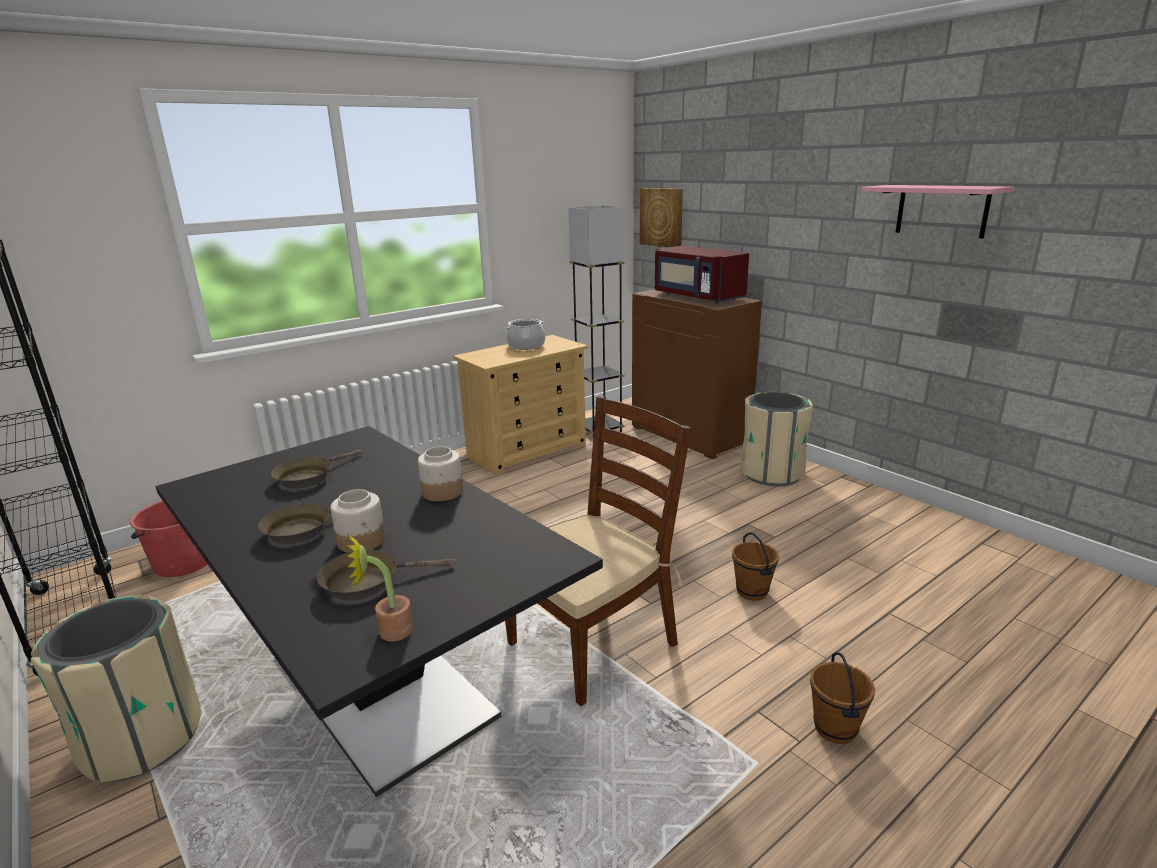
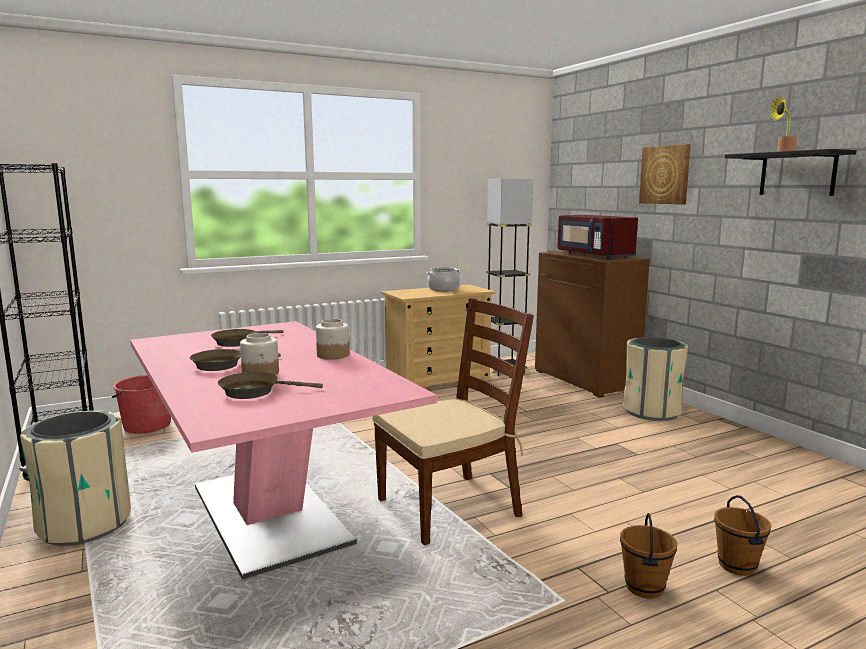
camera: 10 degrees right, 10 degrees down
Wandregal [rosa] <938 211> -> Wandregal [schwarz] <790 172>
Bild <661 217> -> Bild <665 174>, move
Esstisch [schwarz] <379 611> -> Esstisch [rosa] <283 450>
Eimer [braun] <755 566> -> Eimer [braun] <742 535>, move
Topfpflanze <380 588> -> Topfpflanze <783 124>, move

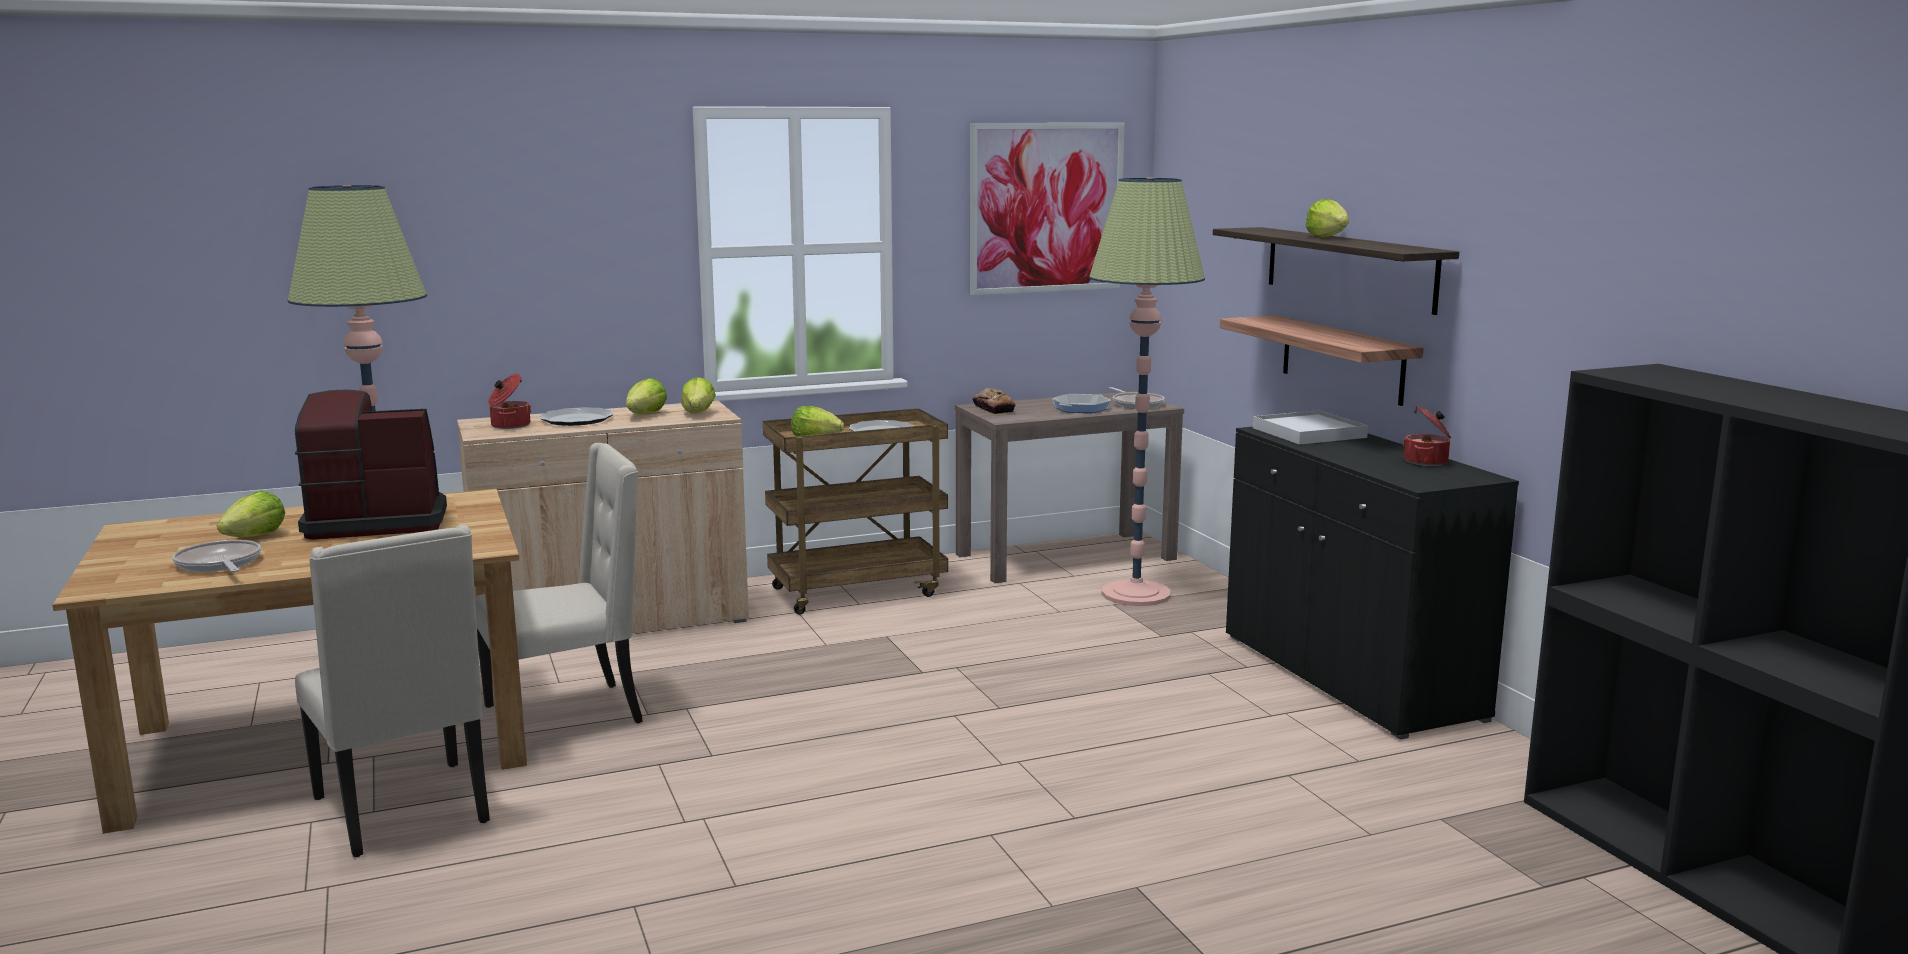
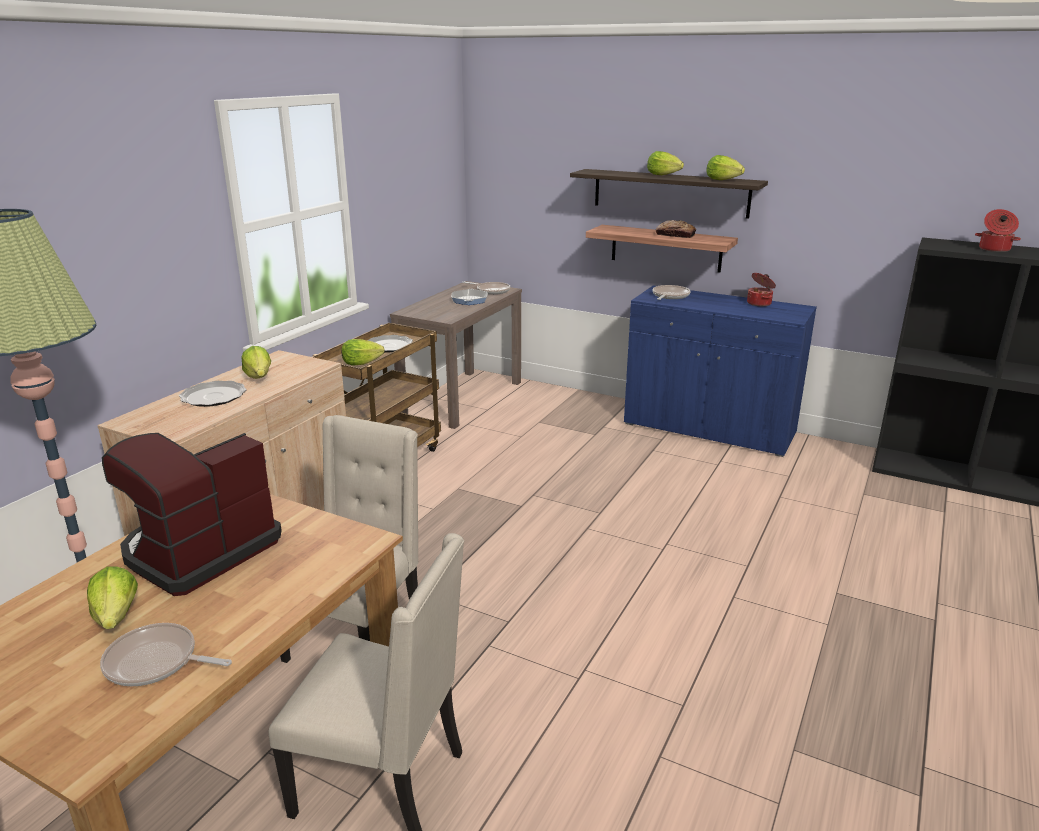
camera: 40 degrees left, 10 degrees up
Bild <1047 209> -> none
Stehlampe <1147 391> -> none
Kochtopf <509 401> -> Kochtopf <998 230>, move
Salatkopf <698 395> -> Salatkopf <725 167>, move
Brot <994 401> -> Brot <676 229>, move
Tablett [weiß] <1310 427> -> Pfanne <671 292>
Schrank [schwarz] <1372 583> -> Schrank [blau] <720 371>

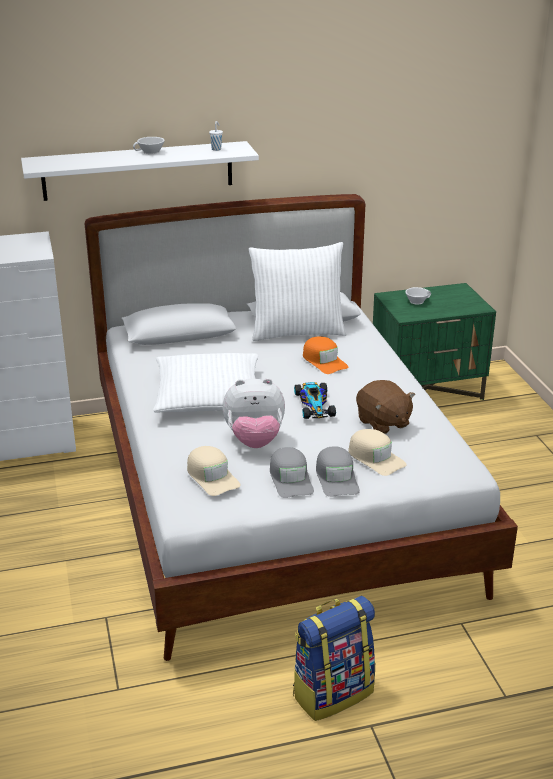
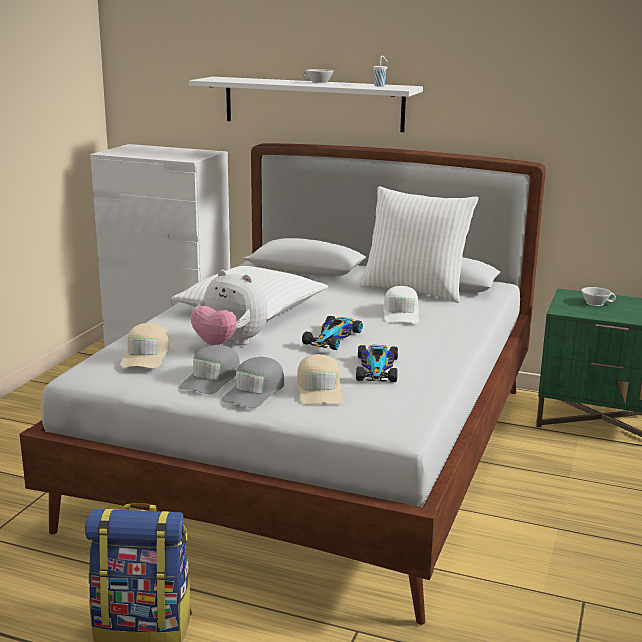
camera: 35 degrees right, 10 degrees down
Kappe [orange] <326 355> -> Kappe [weiß] <401 304>
Plüschtier [braun] <385 407> -> Spielzeugauto <377 363>

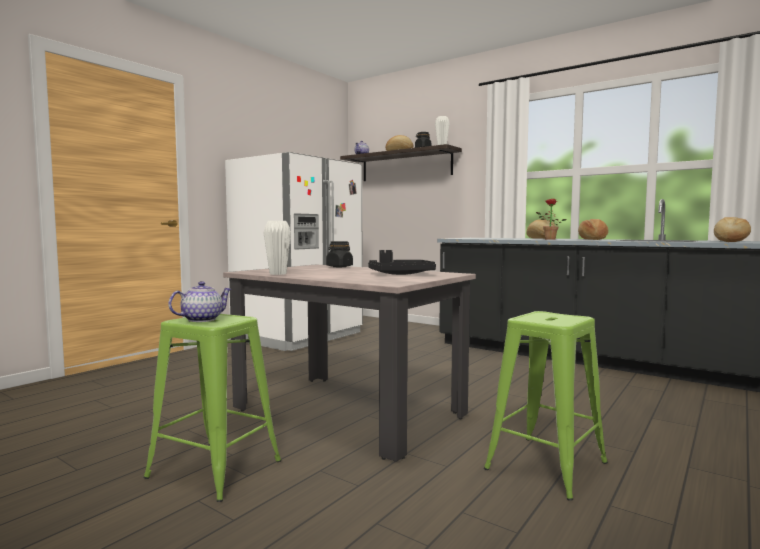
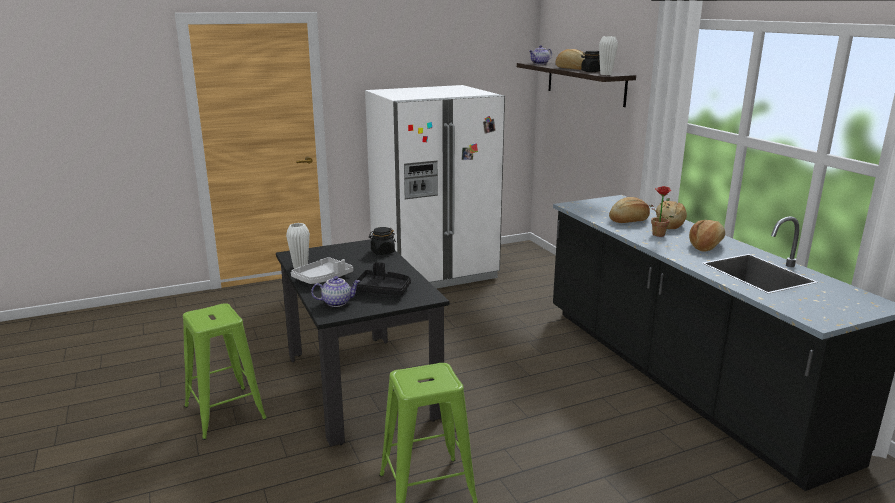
camera: 30 degrees right, 15 degrees up
Brot <732 229> -> Brot <629 210>, move
Esstisch [beige] <349 363> -> Esstisch [schwarz] <362 343>
Teekanne <199 301> -> Teekanne <335 291>, move
none -> Tablett [grau] <322 270>

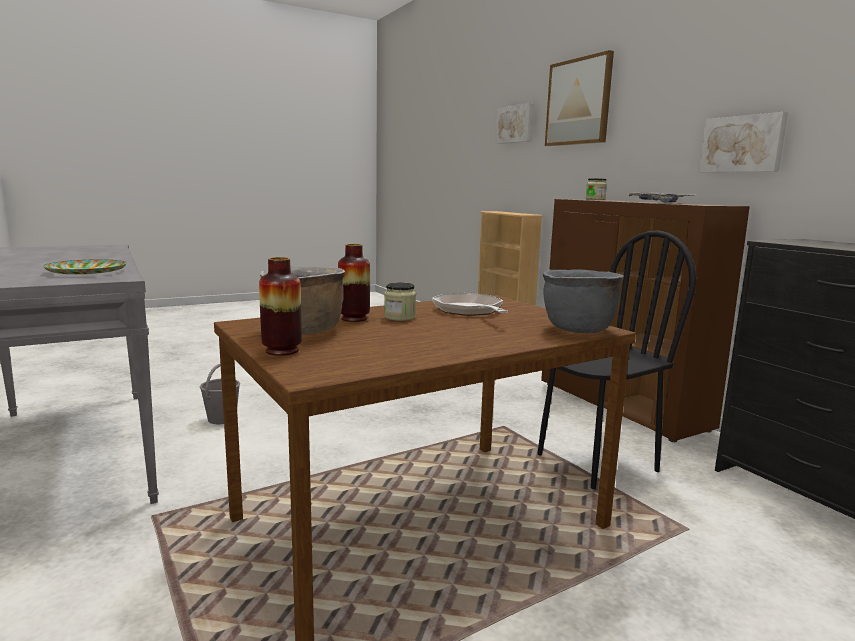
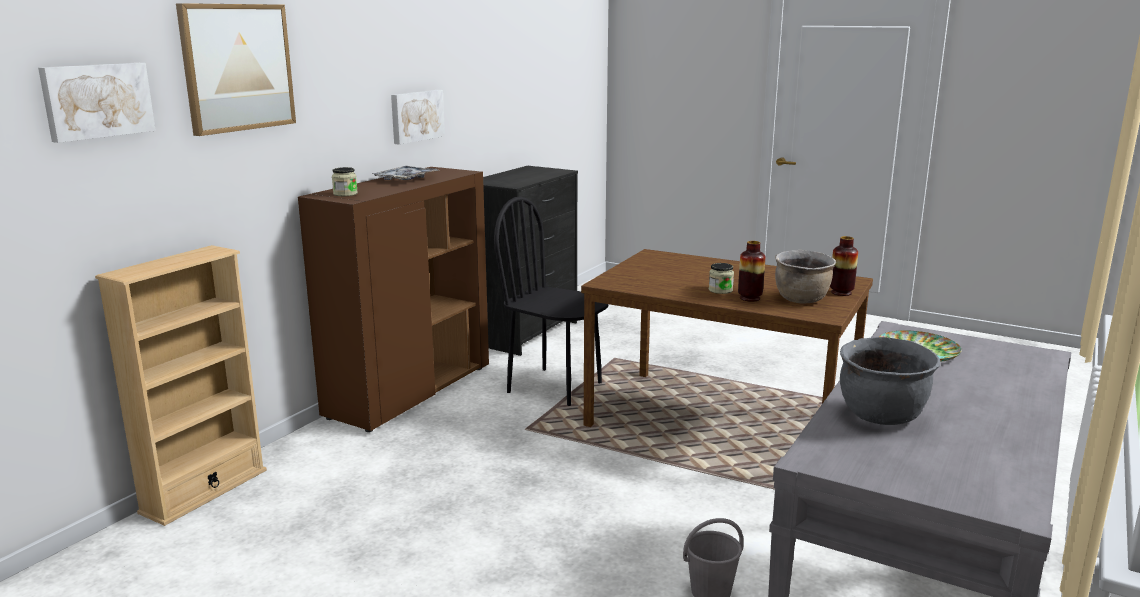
camera: 120 degrees left, 5 degrees up
Kochtopf [grau] <583 301> -> Kochtopf [grau] <890 381>, move
Pfanne <470 304> -> none

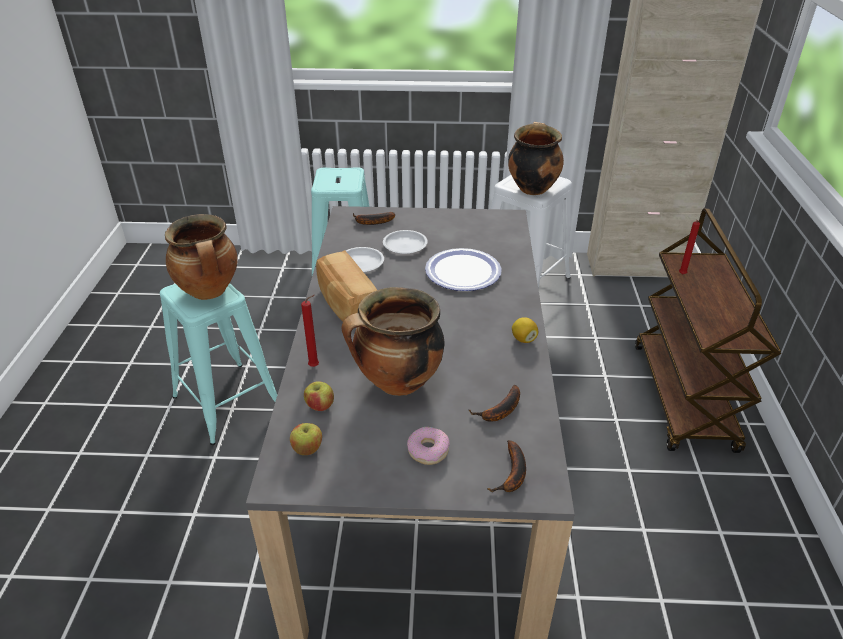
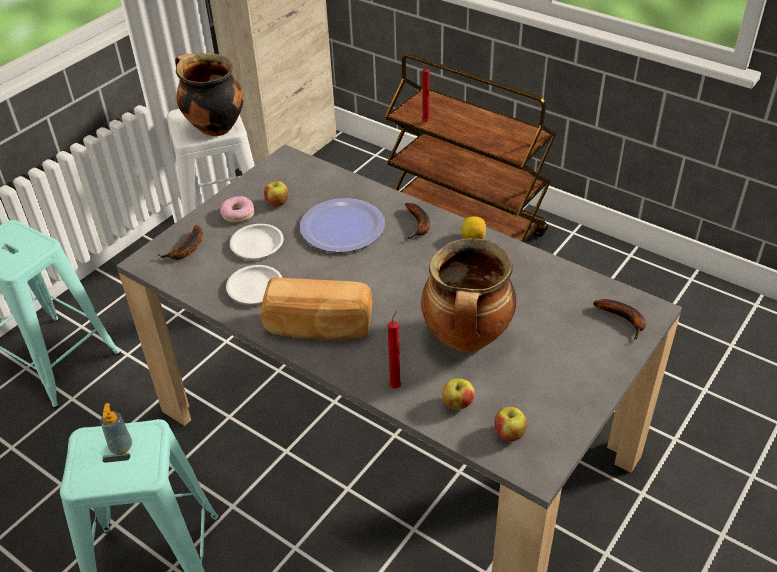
camera: 55 degrees left, 5 degrees up
Kochtopf <201 257> -> Seifenspender <116 429>
Banane <494 403> -> Banane <417 221>, move
Donut <428 446> -> Donut <237 209>, move
none -> Apfel <276 194>

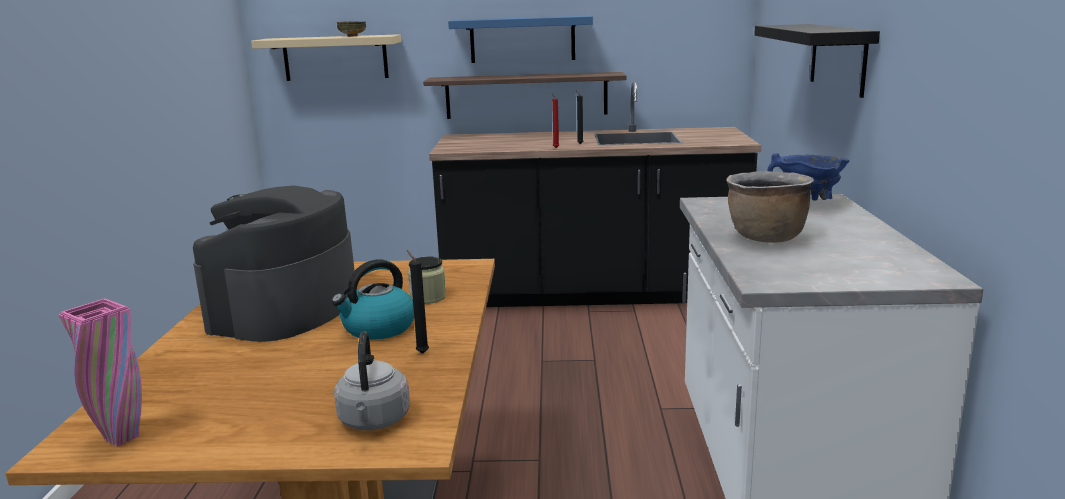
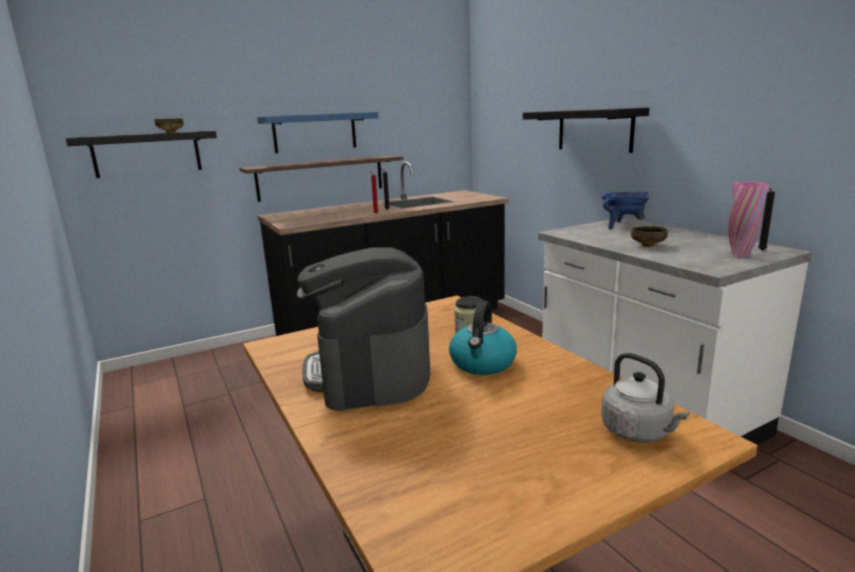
camera: 30 degrees left, 0 degrees up
Wandregal [beige] <326 57> -> Wandregal [schwarz] <141 154>
Kochtopf [braun] <770 207> -> Schüssel <649 236>
Kerze [schwarz] <418 301> -> Kerze [schwarz] <766 219>, move
Vase [rosa] <100 372> -> Vase [rosa] <748 219>, move

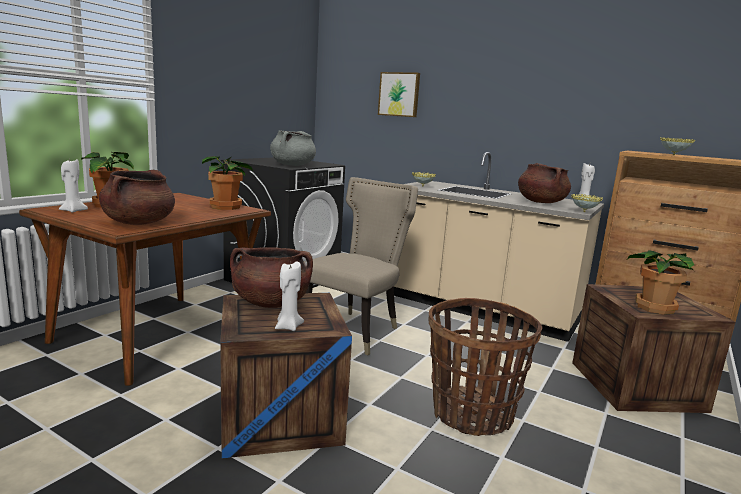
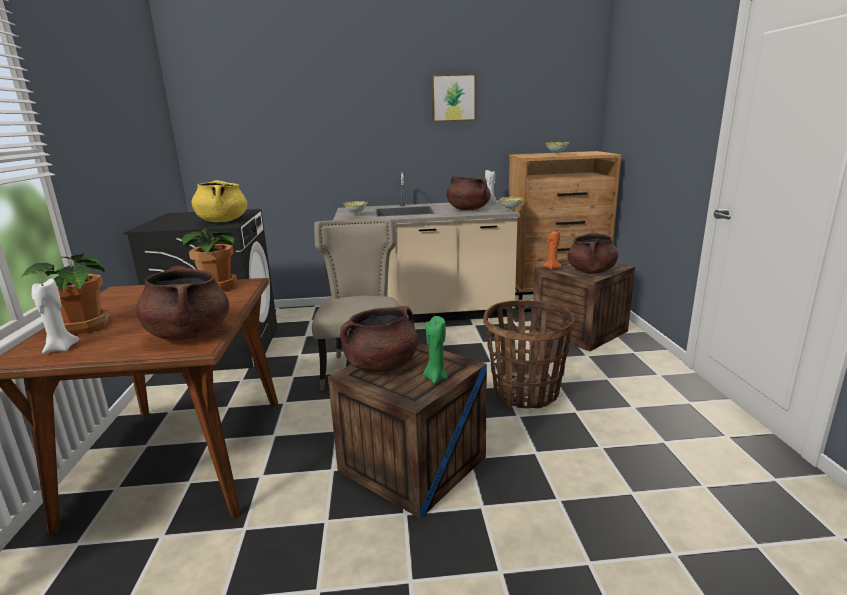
camera: 35 degrees left, 5 degrees up
Bild <399 94> -> Bild <453 97>, move
Kochtopf [grau] <293 148> -> Kochtopf [gelb] <220 201>
Topfpflanze <661 282> -> Kochtopf [braun] <592 253>
Kerze [weiß] <289 296> -> Kerze [grün] <435 349>
none -> Kerze [orange] <552 250>

